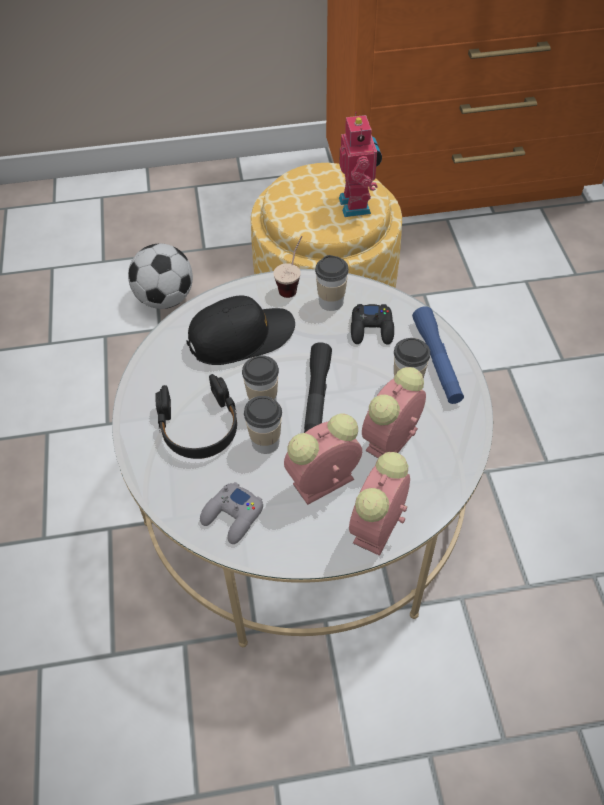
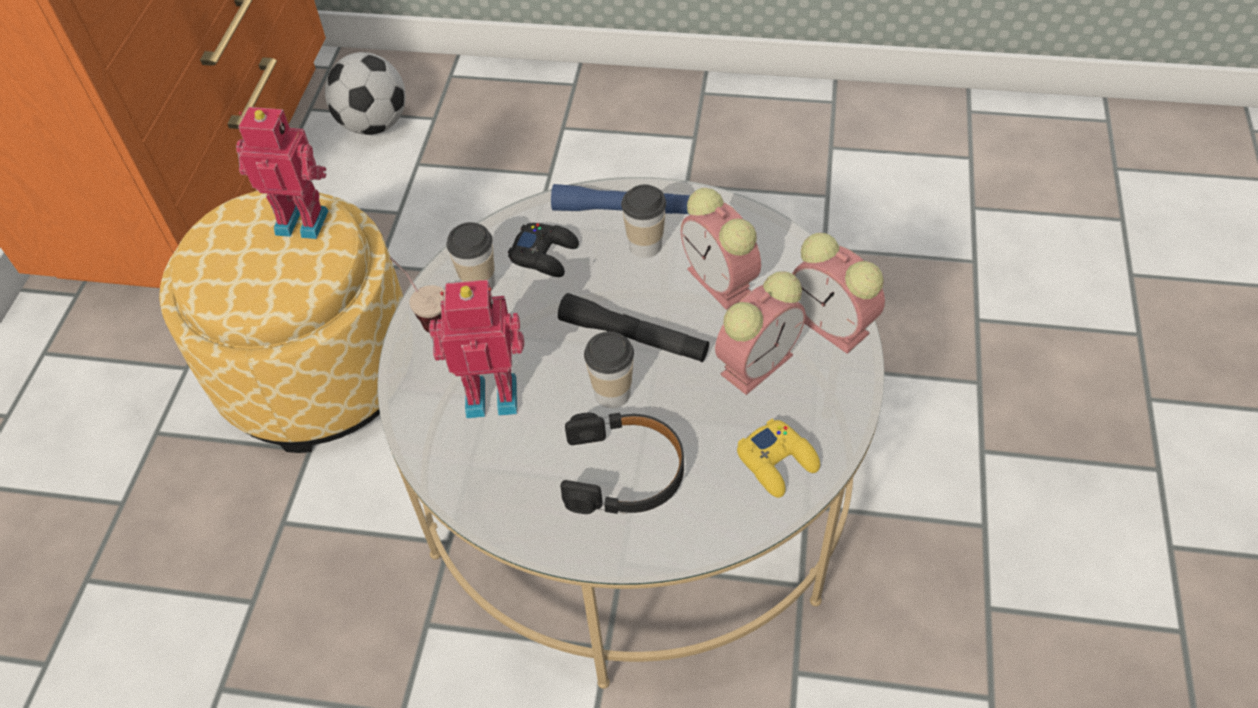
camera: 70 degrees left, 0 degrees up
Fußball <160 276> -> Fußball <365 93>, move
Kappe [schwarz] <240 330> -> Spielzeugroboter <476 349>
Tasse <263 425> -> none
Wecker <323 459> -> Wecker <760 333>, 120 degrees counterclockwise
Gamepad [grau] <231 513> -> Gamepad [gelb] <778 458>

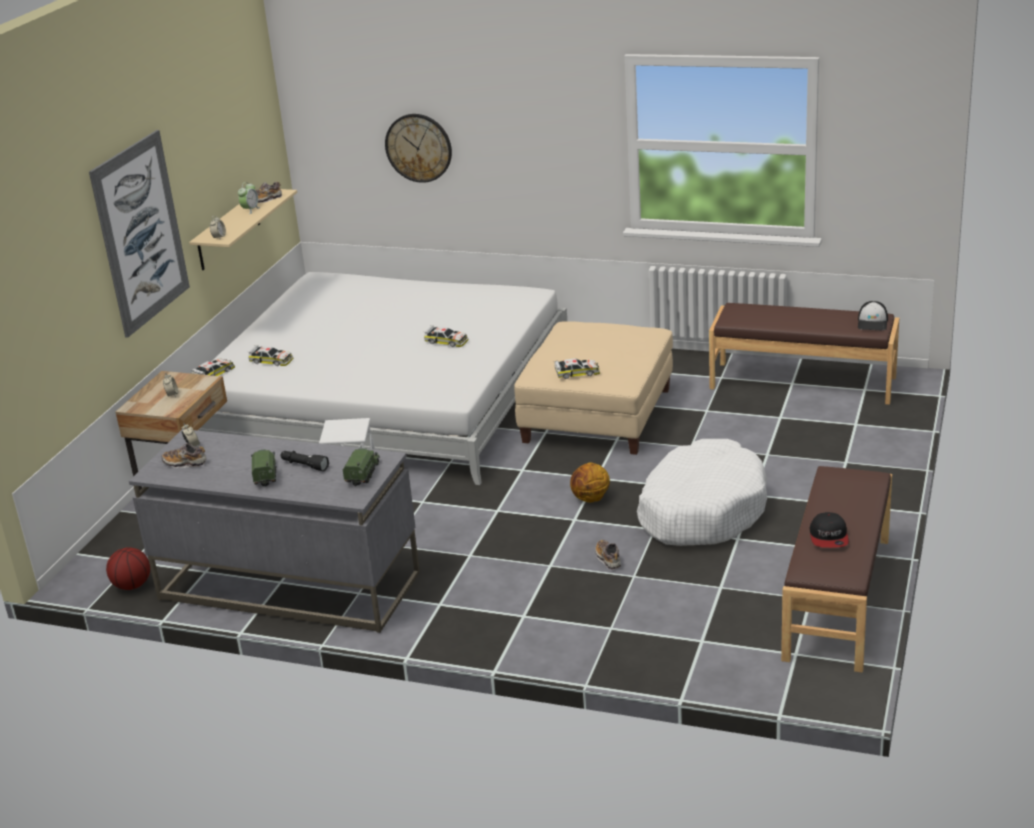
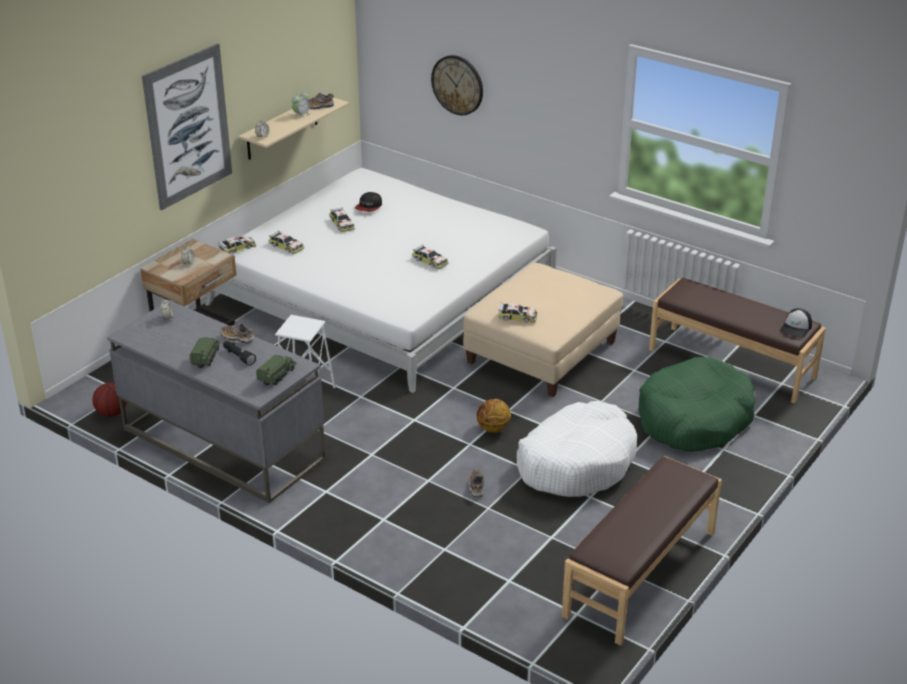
camera: 15 degrees right, 5 degrees up
Schuh <184 455> -> Schuh <237 333>, move
Kappe <829 530> -> Kappe <368 202>, move
none -> Spielzeugauto <342 219>
none -> Hundebett [grün] <697 404>

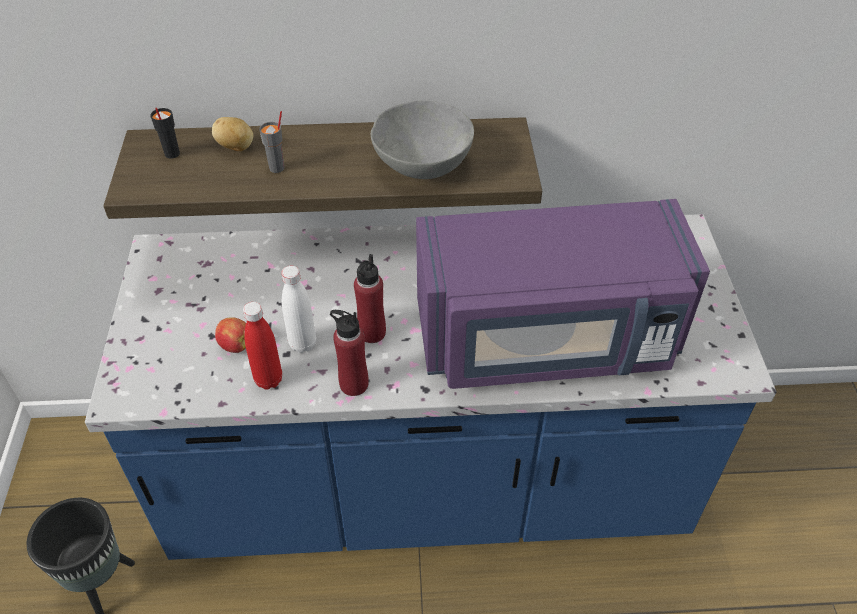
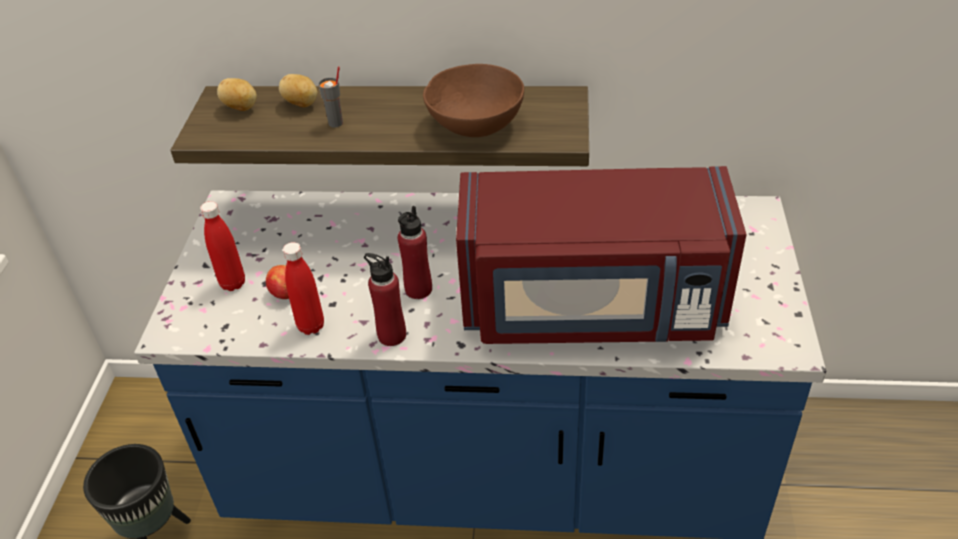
camera: 10 degrees right, 5 degrees down
Schüssel [grau] <422 140> -> Schüssel [braun] <473 100>
Tasse [schwarz] <165 133> -> Kartoffel <237 94>
Mikrowelle [lila] <563 294> -> Mikrowelle [rot] <601 255>
Flasche [weiß] <298 309> -> none
none -> Flasche [rot] <222 246>

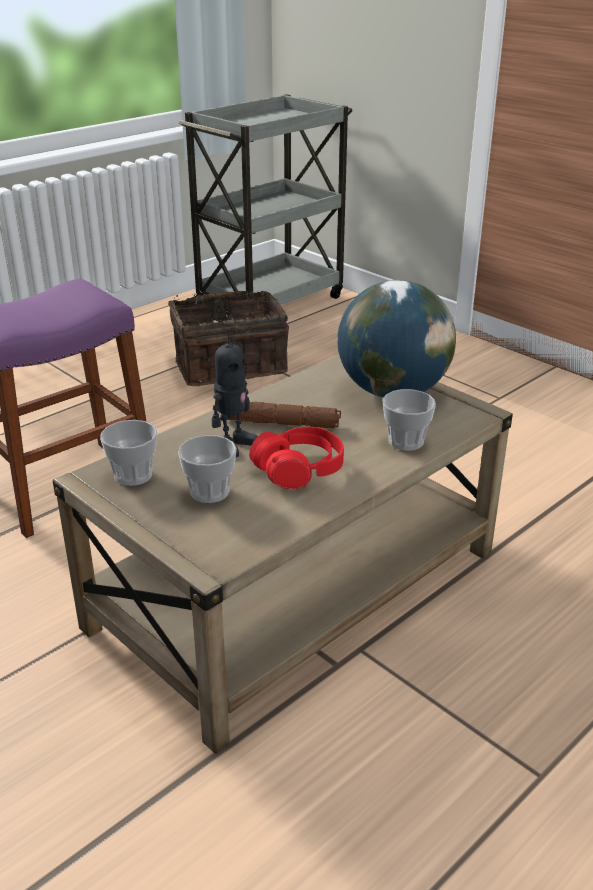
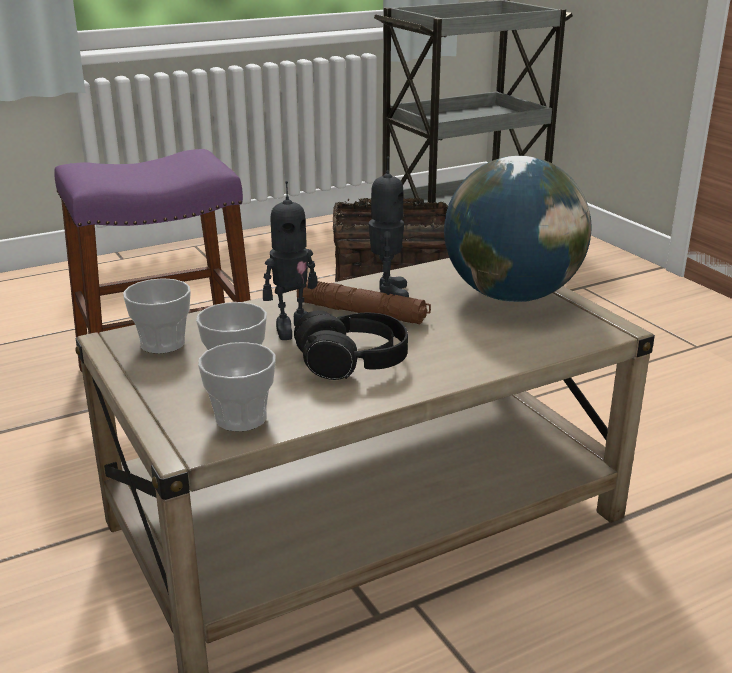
camera: 15 degrees right, 5 degrees down
Tasse <409 420> -> Tasse <237 386>, move
Kopfhörer [rot] <296 458> -> Kopfhörer [schwarz] <351 345>
none -> Spielzeugroboter <389 227>

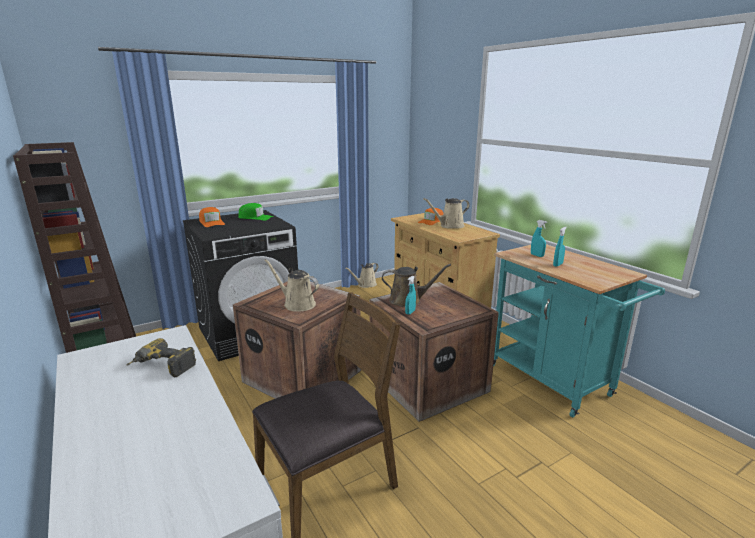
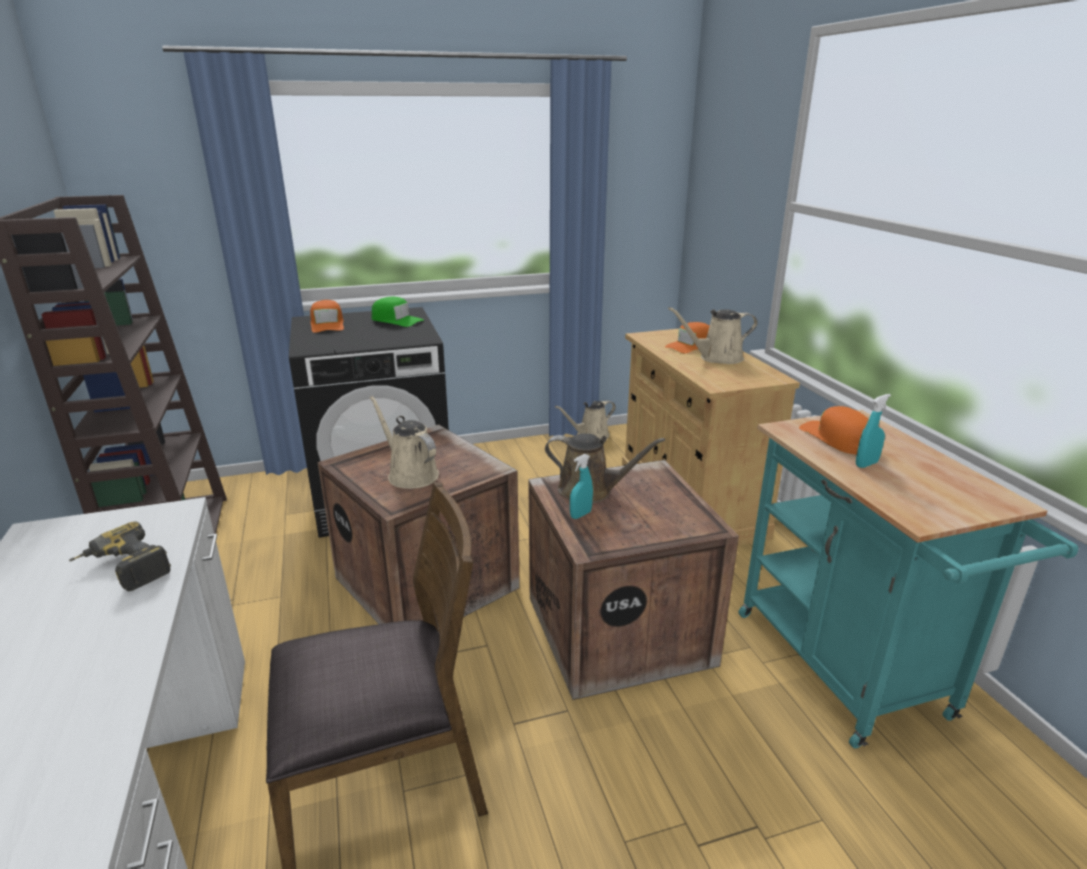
camera: 15 degrees right, 5 degrees up
Sprühflasche [türkis] <539 238> -> Kappe [orange] <834 430>

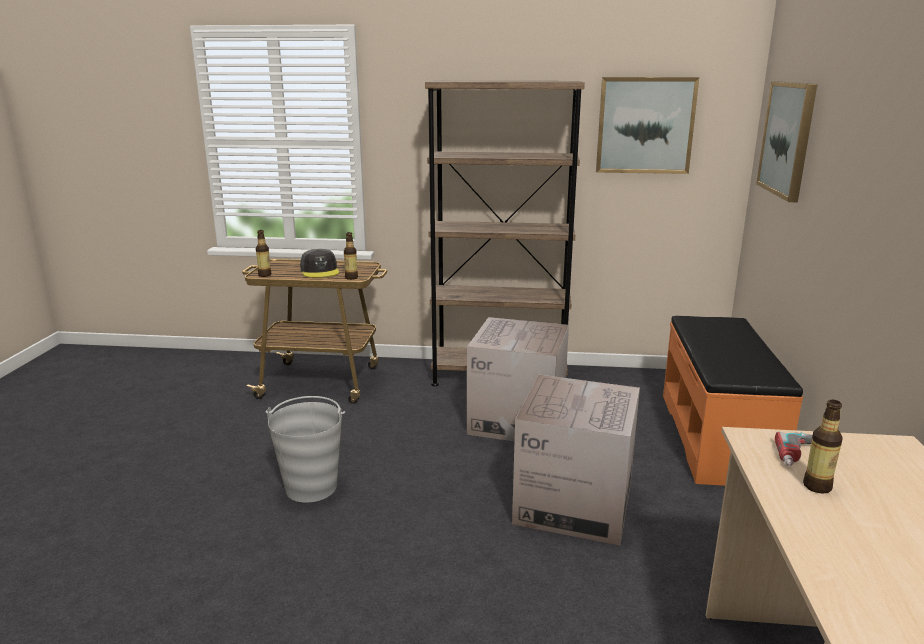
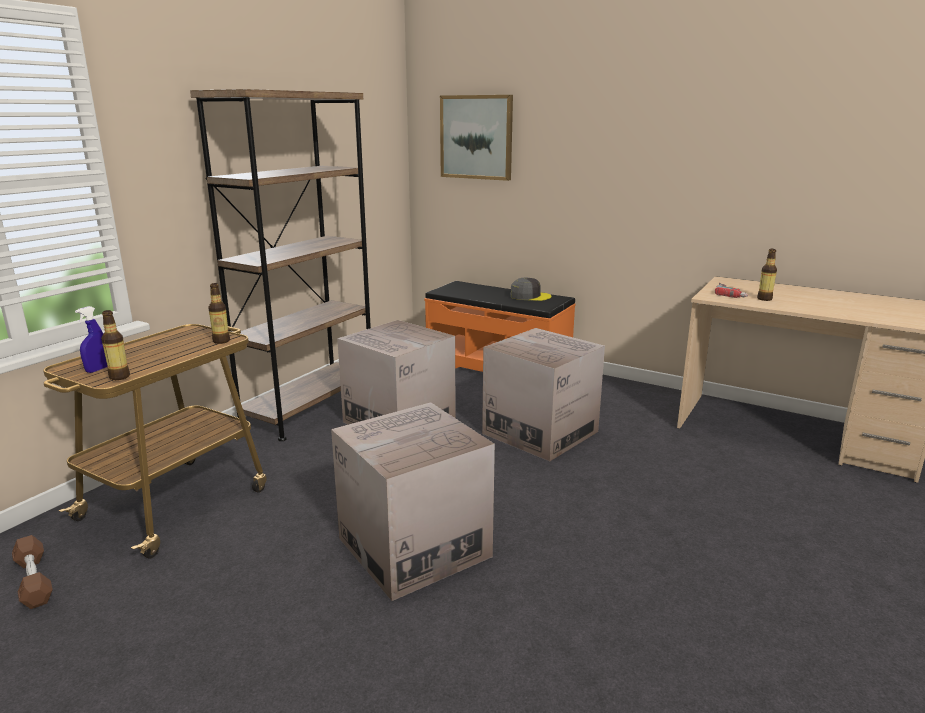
camera: 65 degrees left, 0 degrees up
Bild <647 125> -> none
Kappe [grau] <319 263> -> Kappe [grau] <531 289>, move
Eimer [grau] <305 449> -> Karton <413 501>
none -> Sprühflasche [blau] <91 339>
none -> Hantel [braun] <32 572>

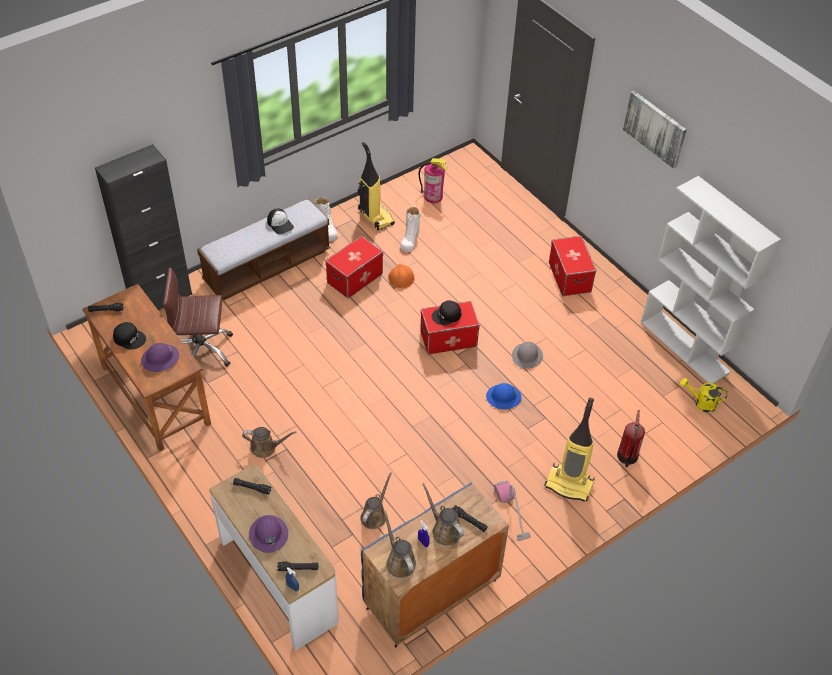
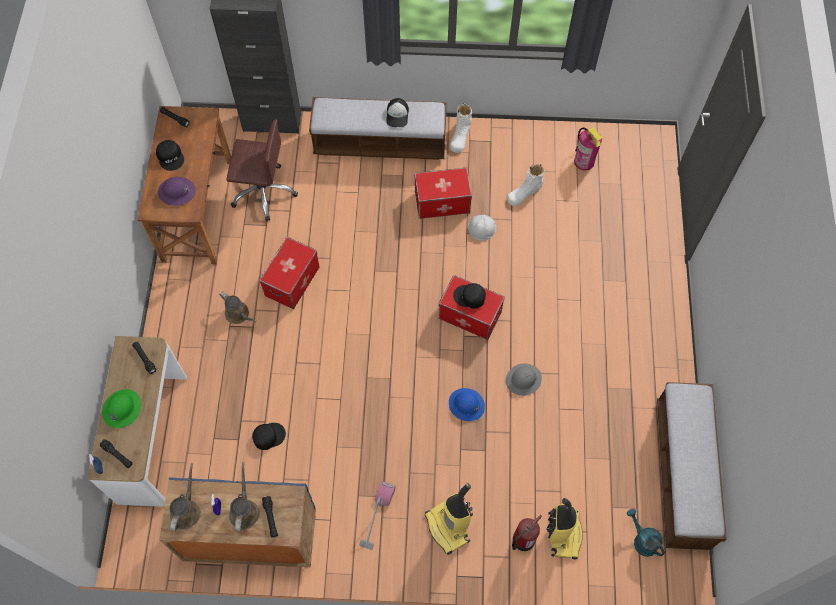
camera: 40 degrees right, 15 degrees up
Bild <655 130> -> none
Staubsauger <376 186> -> Staubsauger <564 528>, move
Bücherregal [weiß] <711 279> -> Bank <692 466>
Aufbewahrungsbox <572 266> -> Aufbewahrungsbox <289 273>, move
Schutzhelm [orange] <401 276> -> Schutzhelm [weiß] <482 228>
Bürostuhl [braun] <198 317> -> Bürostuhl [braun] <262 170>, 150 degrees clockwise
Gießkanne [gelb] <703 395> -> Gießkanne [türkis] <646 533>
Gießkanne [braun] <376 500> -> Kappe [schwarz] <269 436>
Schutzhelm [lila] <268 534> -> Schutzhelm [grün] <121 408>

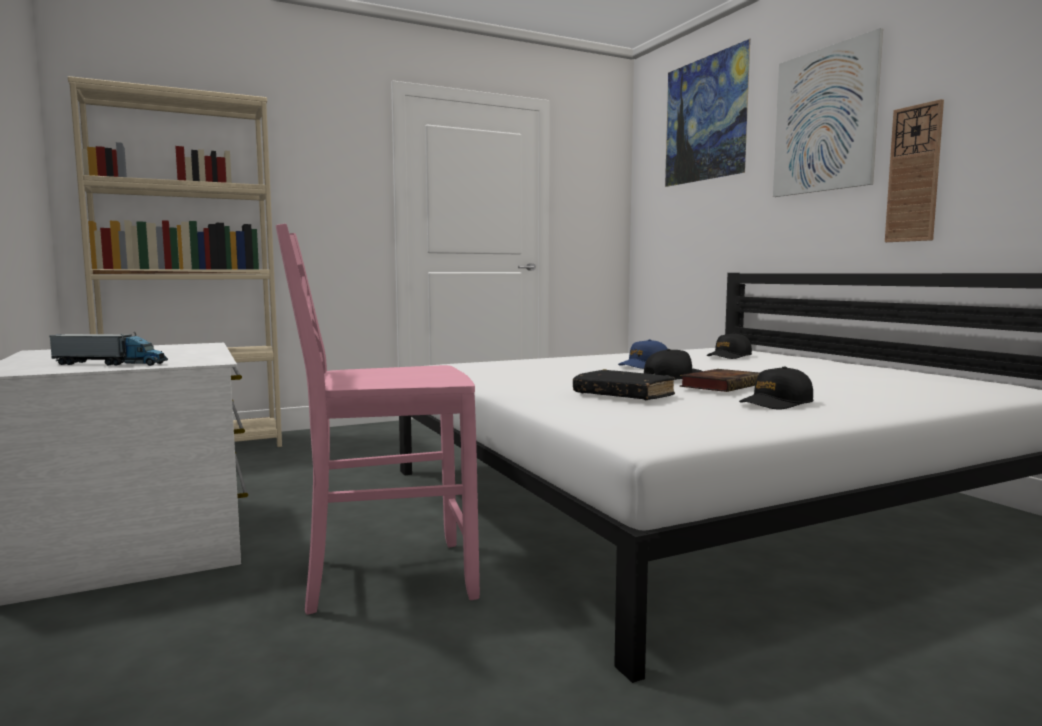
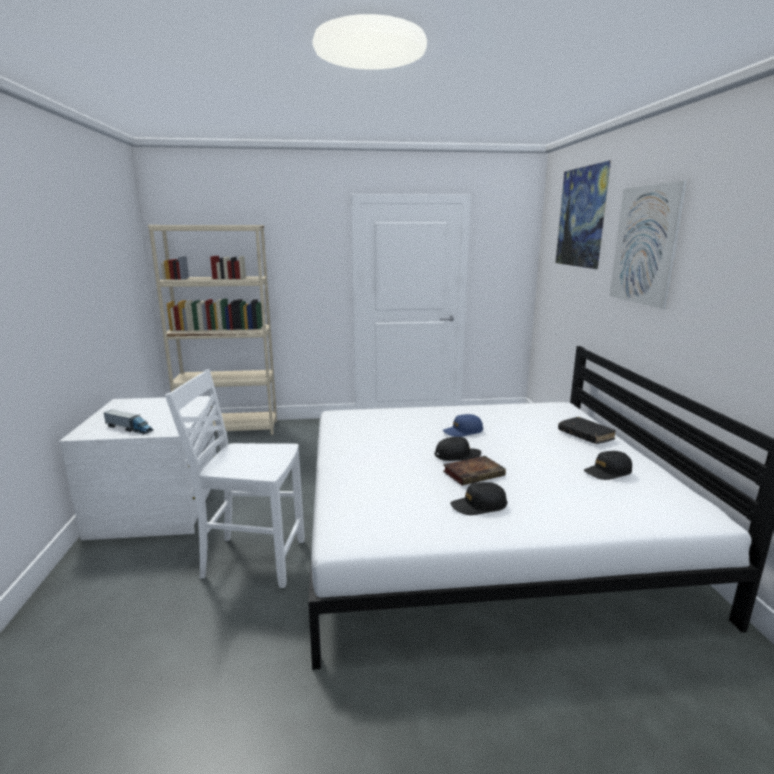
camera: 20 degrees right, 10 degrees up
Wanduhr <914 170> -> none
Stuhl [rosa] <378 419> -> Stuhl [weiß] <235 478>
Kappe [schwarz] <729 346> -> Kappe [schwarz] <608 465>, move
Buch [schwarz] <624 384> -> Buch [schwarz] <587 430>, move

